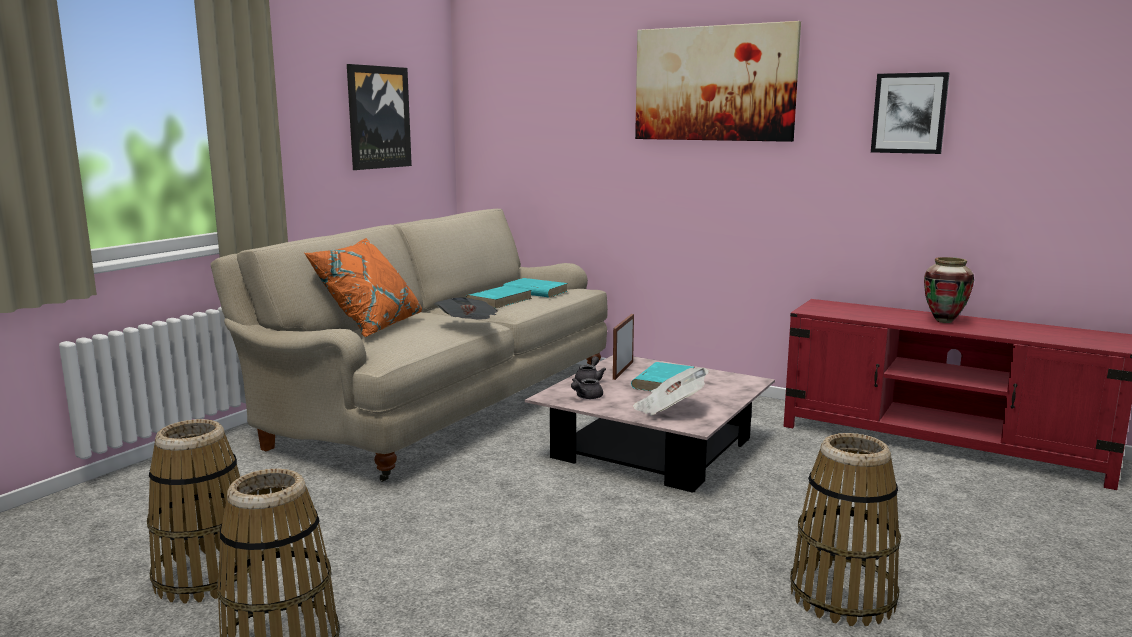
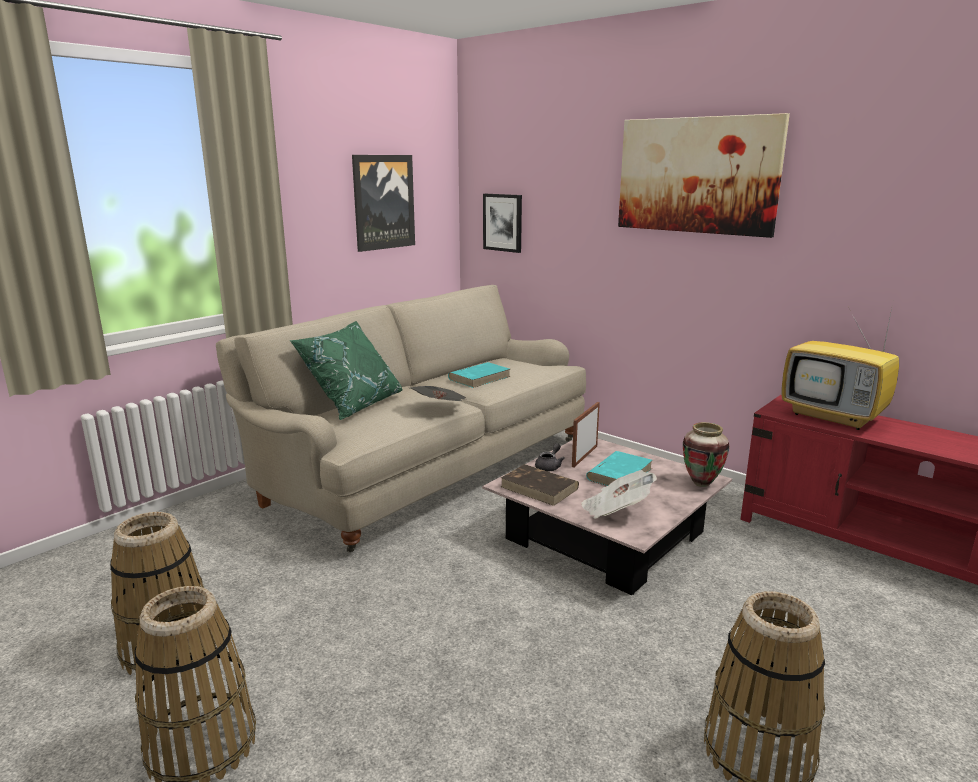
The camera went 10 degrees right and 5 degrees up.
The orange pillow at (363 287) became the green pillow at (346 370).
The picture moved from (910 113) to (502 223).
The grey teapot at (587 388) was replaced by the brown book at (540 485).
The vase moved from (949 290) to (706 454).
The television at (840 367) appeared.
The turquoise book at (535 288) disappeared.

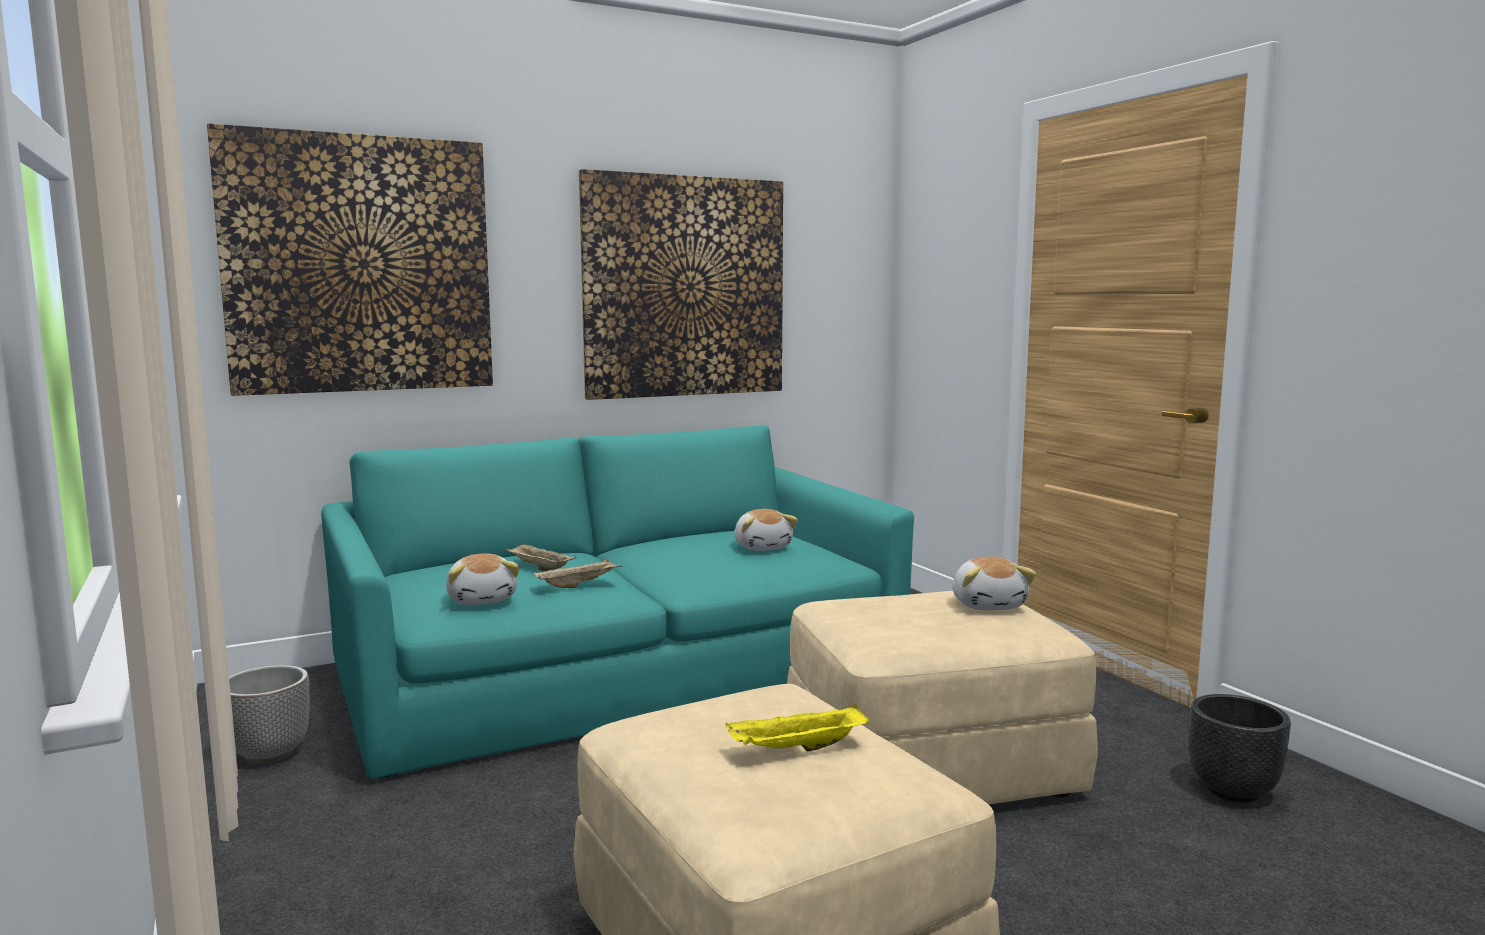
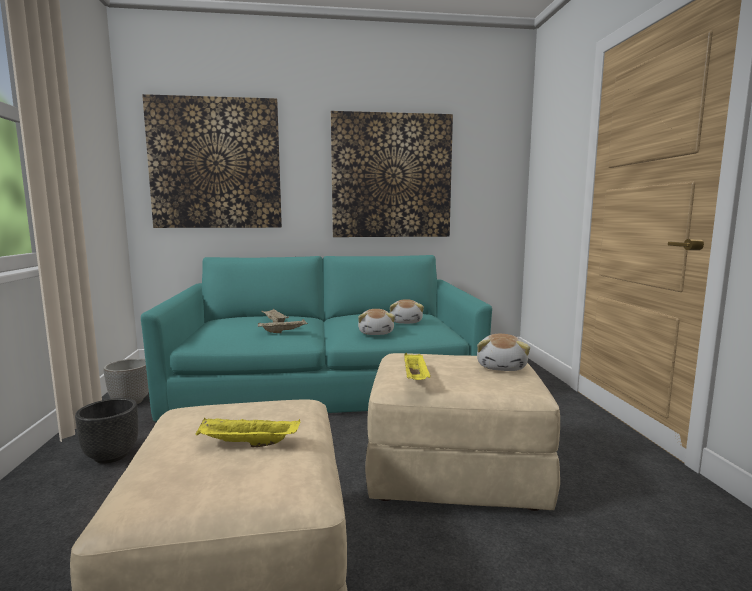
The camera went 20 degrees right and 0 degrees up.
The black planter moved from (1240 748) to (106 431).
The plush toy moved from (482 579) to (376 322).
The yellow tray at (417 366) appeared.

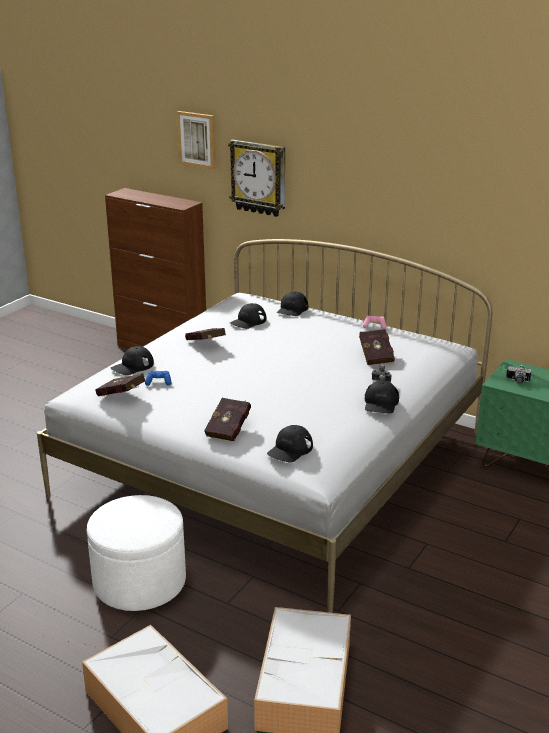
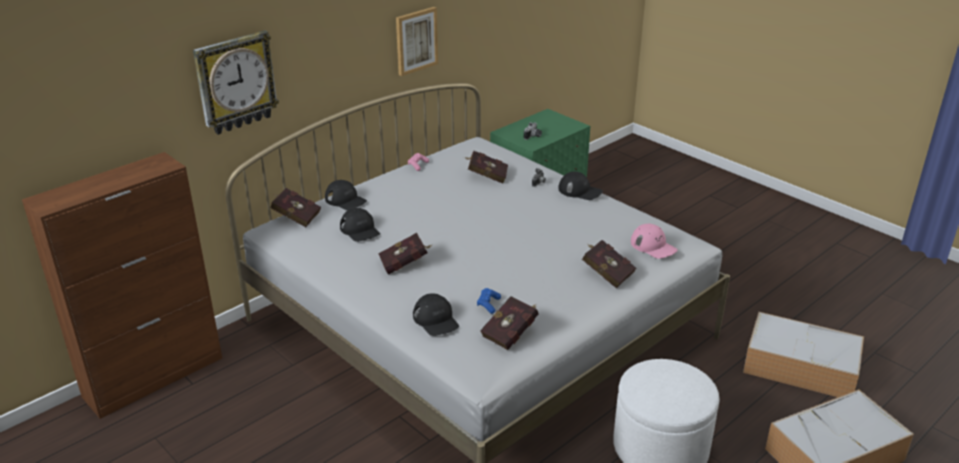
The camera went 75 degrees left and 5 degrees up.
The red book at (295 207) appeared.
The picture moved from (196 140) to (417 41).
The black cap at (290 444) became the pink cap at (654 241).

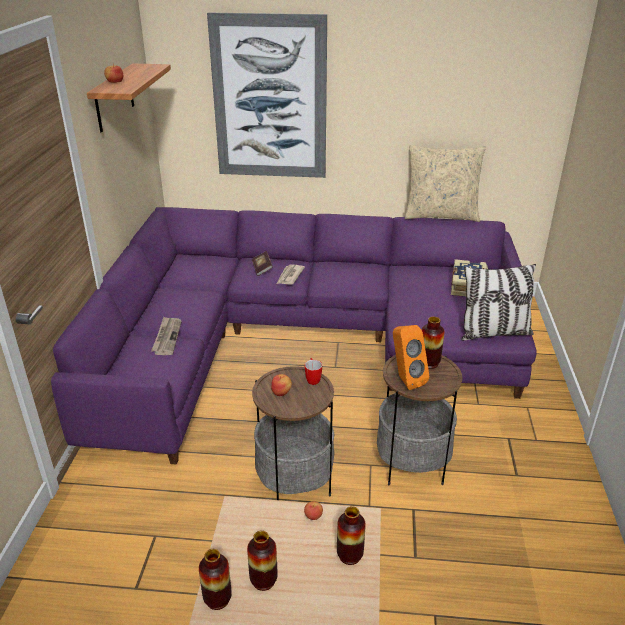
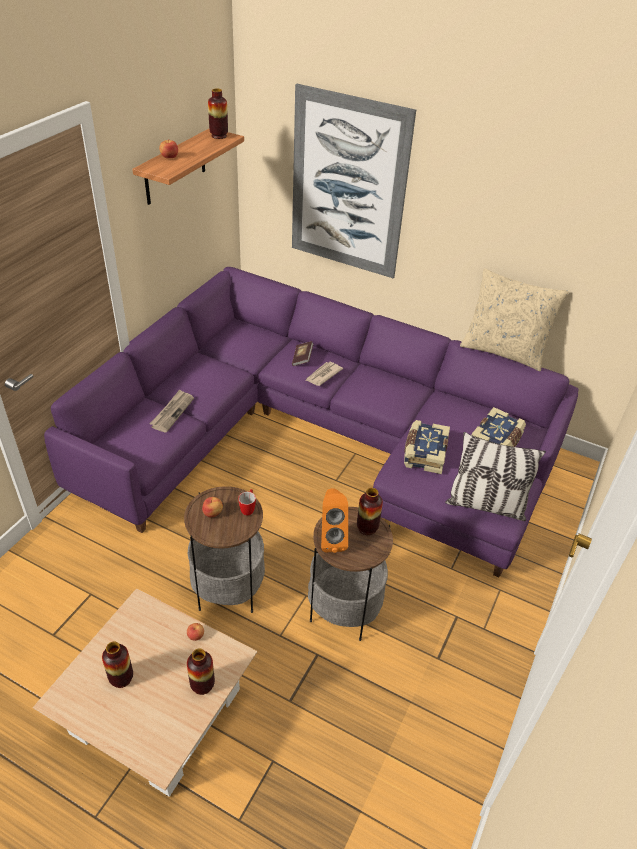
The camera went 20 degrees right and 10 degrees up.
The vase moved from (215 579) to (218 114).
The book at (427 447) appeared.

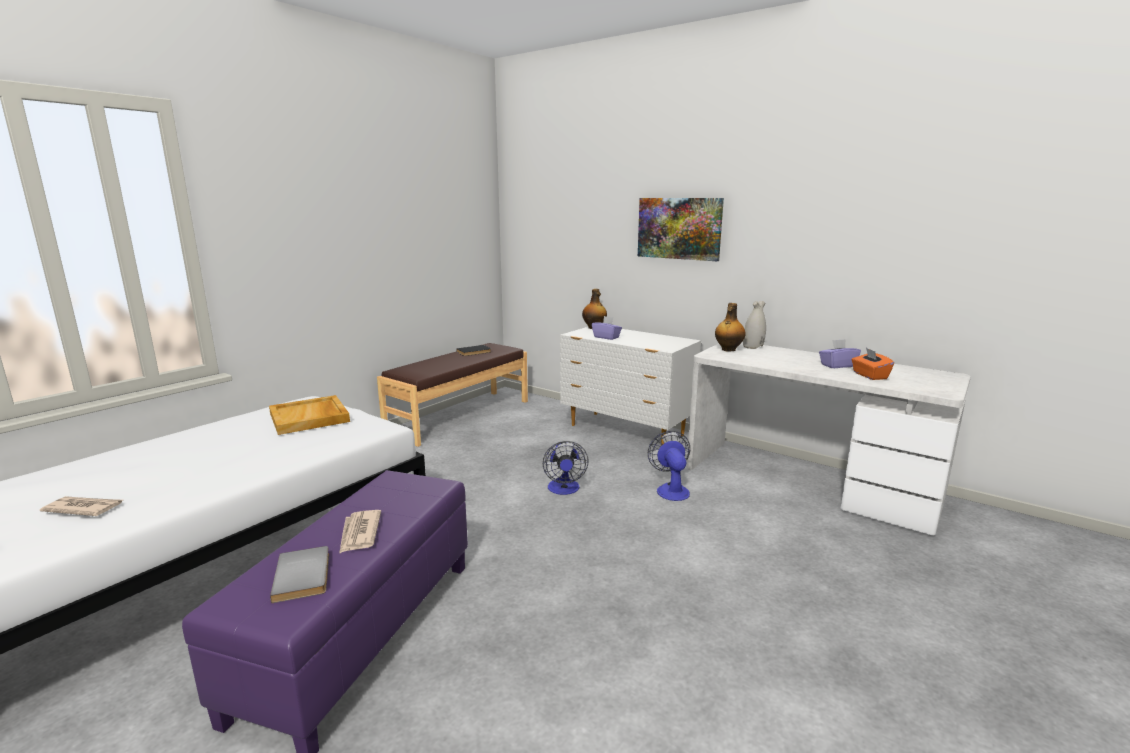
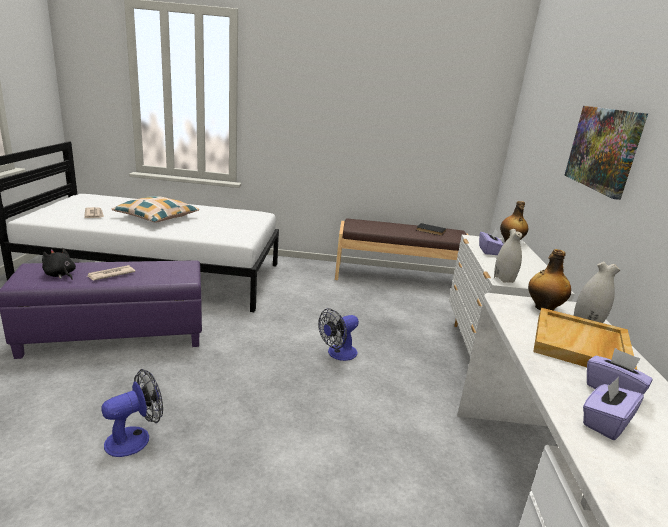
The camera went 55 degrees right and 5 degrees up.
The grey book at (299 574) was replaced by the black plush toy at (59 264).
The fan moved from (669 466) to (132 413).
The pillow at (155 209) appeared.
The white vase at (508 256) appeared.
The beige tray moved from (309 415) to (585 339).
The orange tissue box at (872 364) became the purple tissue box at (613 408).

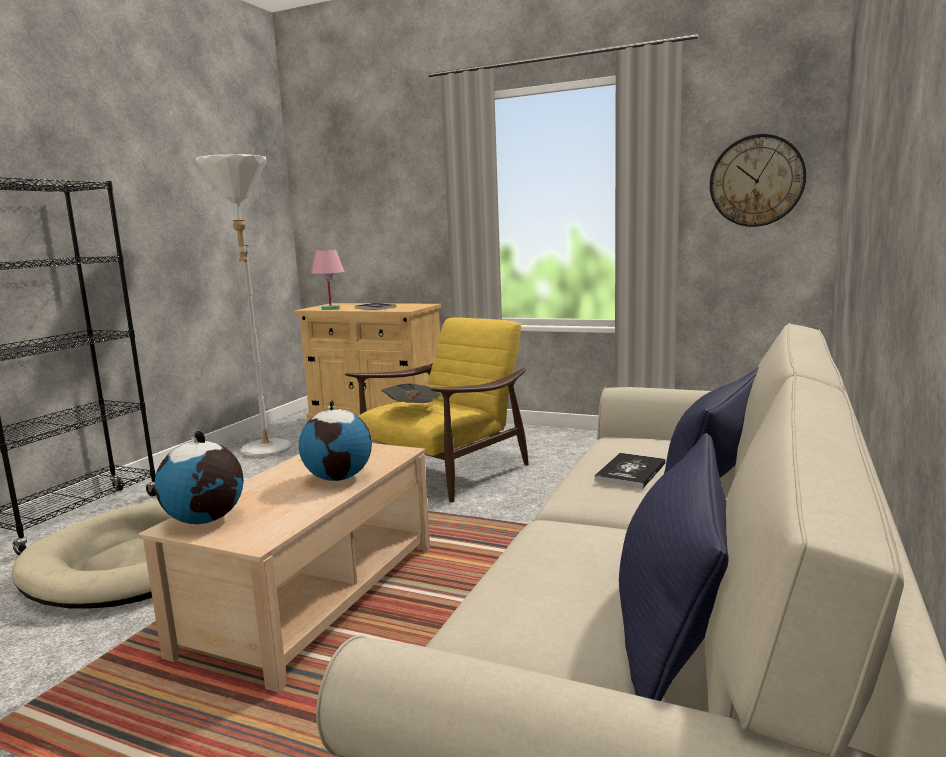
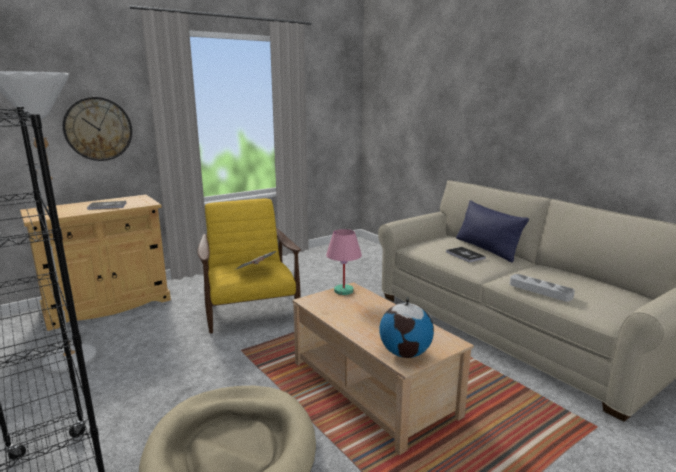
The camera went 60 degrees left and 5 degrees up.
The wall clock moved from (758 180) to (97 129).
The pink table lamp moved from (328 280) to (344 262).
The grey tray at (542 288) appeared.
The globe at (335 440) disappeared.
The blue pillow at (674 567) disappeared.

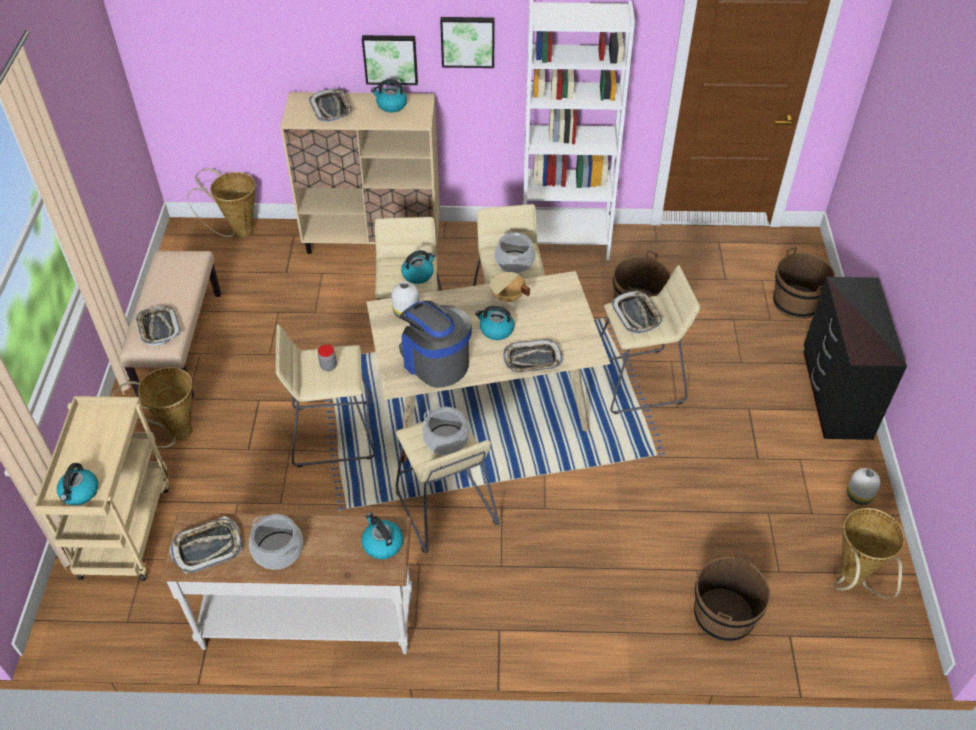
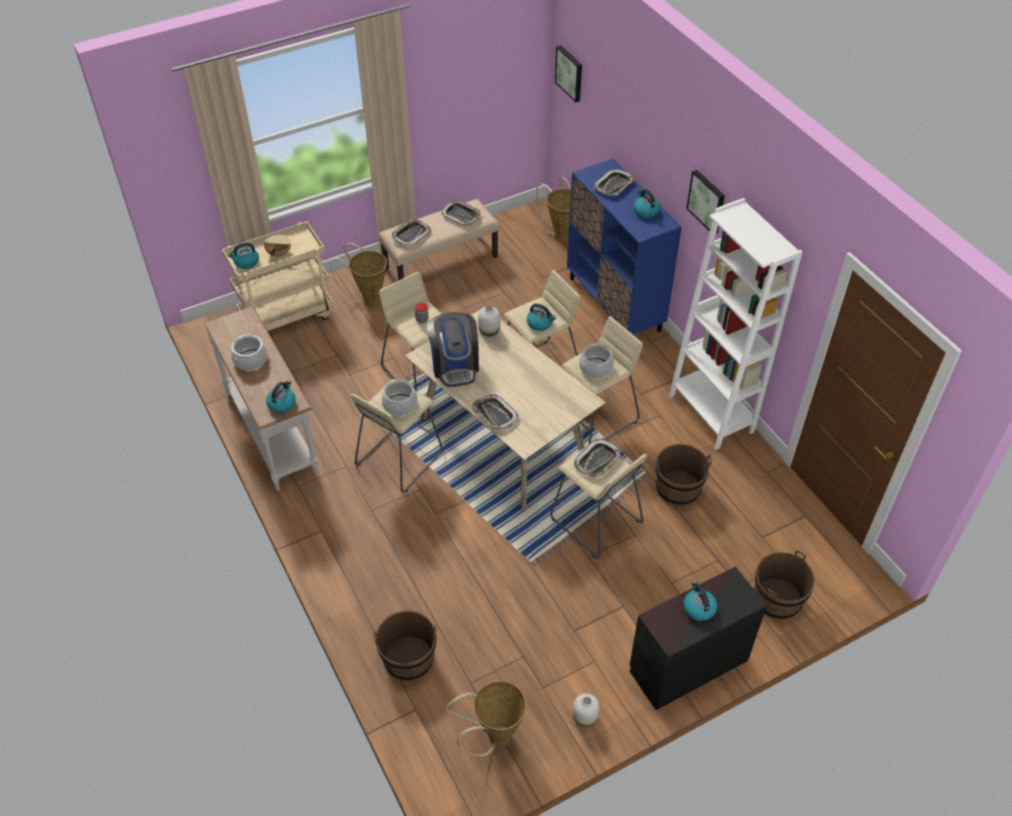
The camera went 60 degrees right and 0 degrees up.
The beige cooking pot moved from (510 287) to (277 245).
The coffee machine at (435 344) turned 150 degrees clockwise.
The tray moved from (205 545) to (461 213).
The picture moved from (390 60) to (568 74).
The beige cabinet at (360 173) became the blue cabinet at (624 247).
The kettle moved from (494 323) to (700 601).

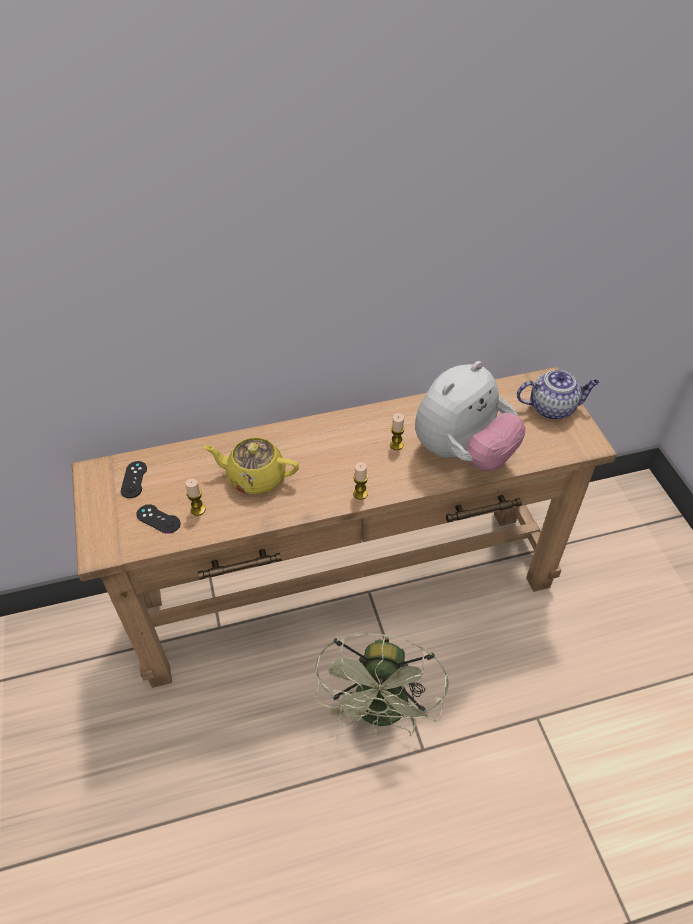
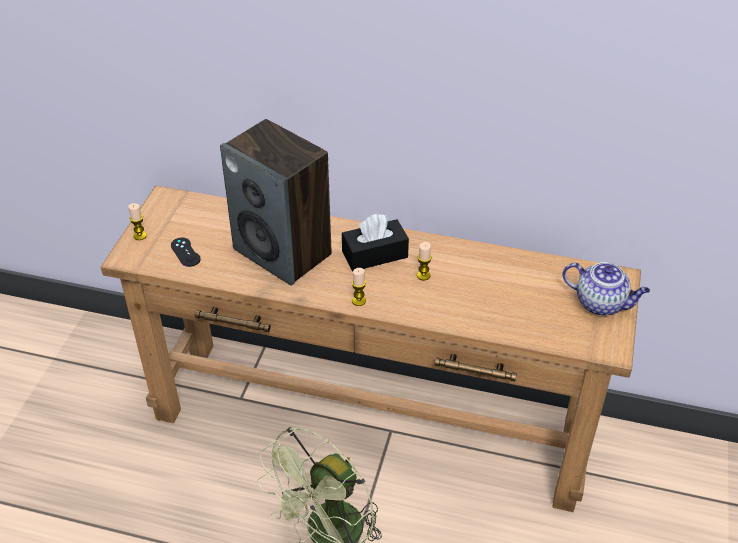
The camera went 30 degrees right and 5 degrees down.
The candle moved from (195 497) to (137 221).
The yellow teapot at (251 466) was replaced by the speaker at (275 202).
The black tissue box at (375 242) appeared.
The black game controller at (134 479) disappeared.
The plush toy at (470 416) disappeared.

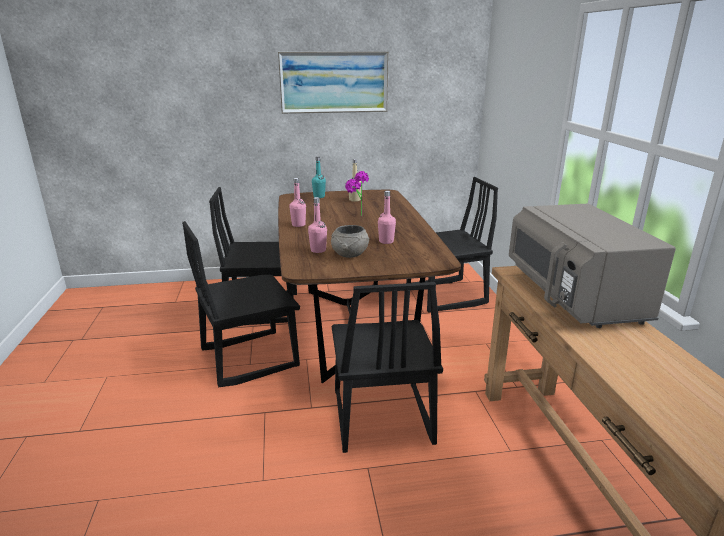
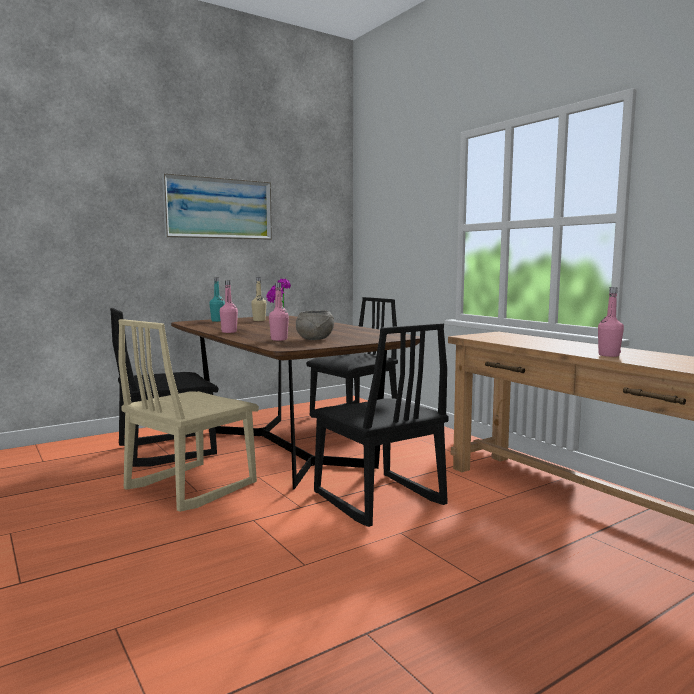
The camera went 25 degrees left and 15 degrees down.
The black chair at (241 304) became the beige chair at (188 415).
The pink bottle moved from (387 217) to (611 322).
The grey microwave at (592 266) disappeared.

